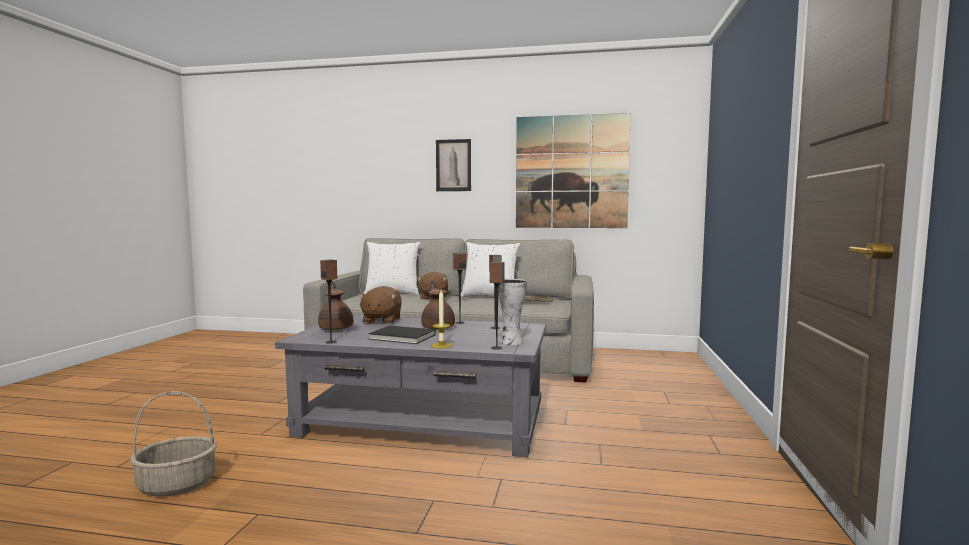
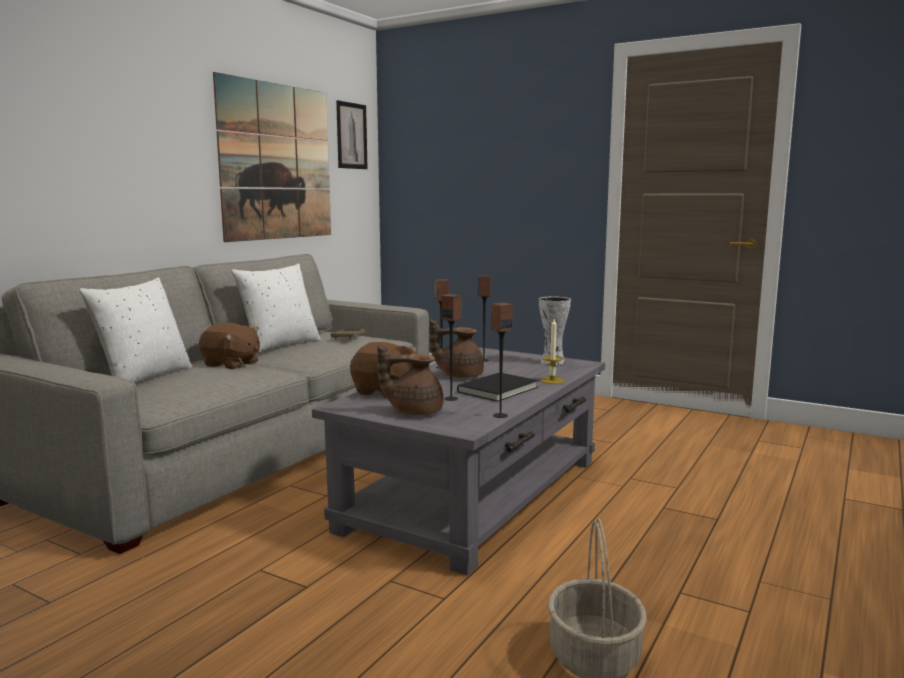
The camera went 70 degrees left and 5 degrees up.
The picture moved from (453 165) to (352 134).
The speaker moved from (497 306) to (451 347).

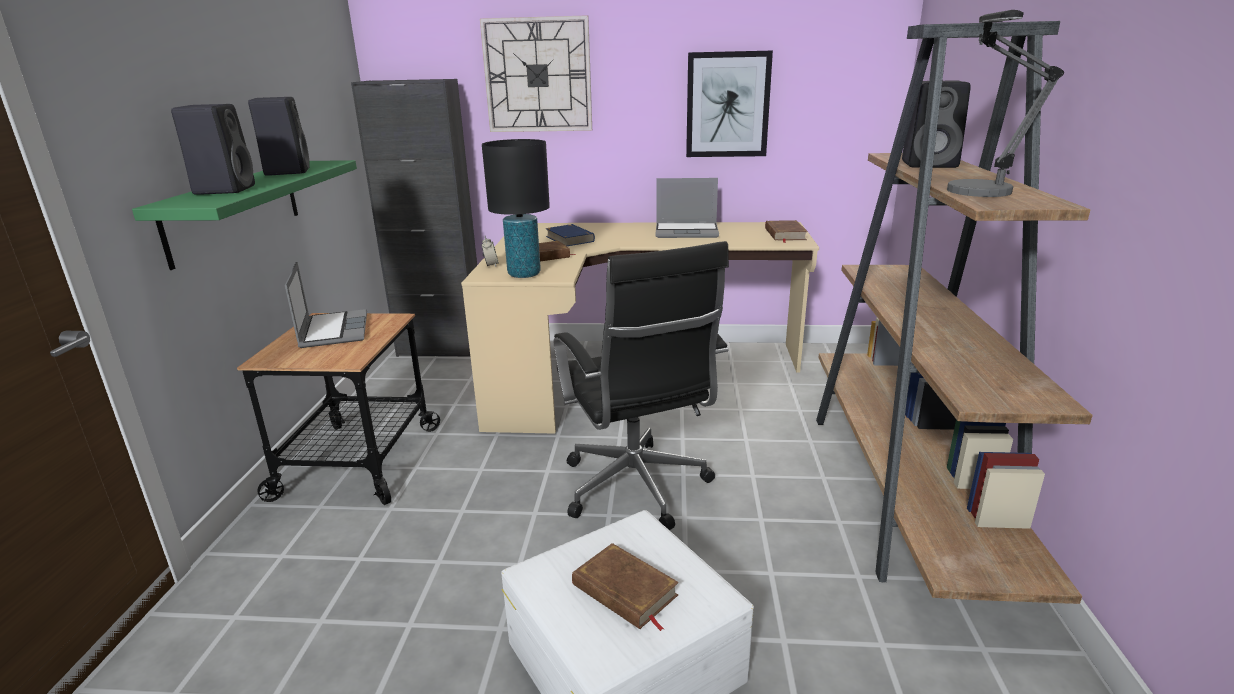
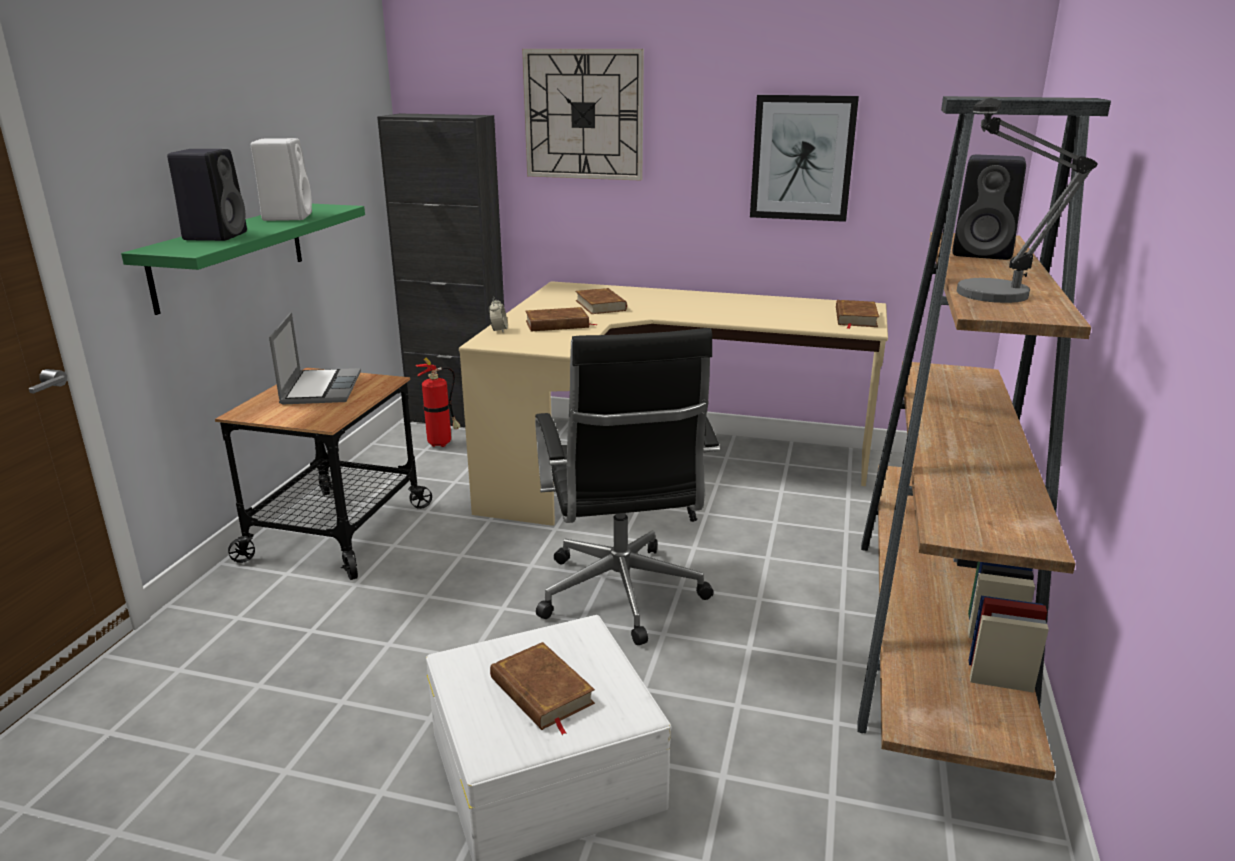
The camera went 10 degrees right and 0 degrees up.
The black speaker at (279 136) became the white speaker at (281 179).
The fire extinguisher at (438 402) appeared.
The blue book at (570 235) became the brown book at (601 301).
The black table lamp at (516 208) disappeared.
The laptop at (687 208) disappeared.

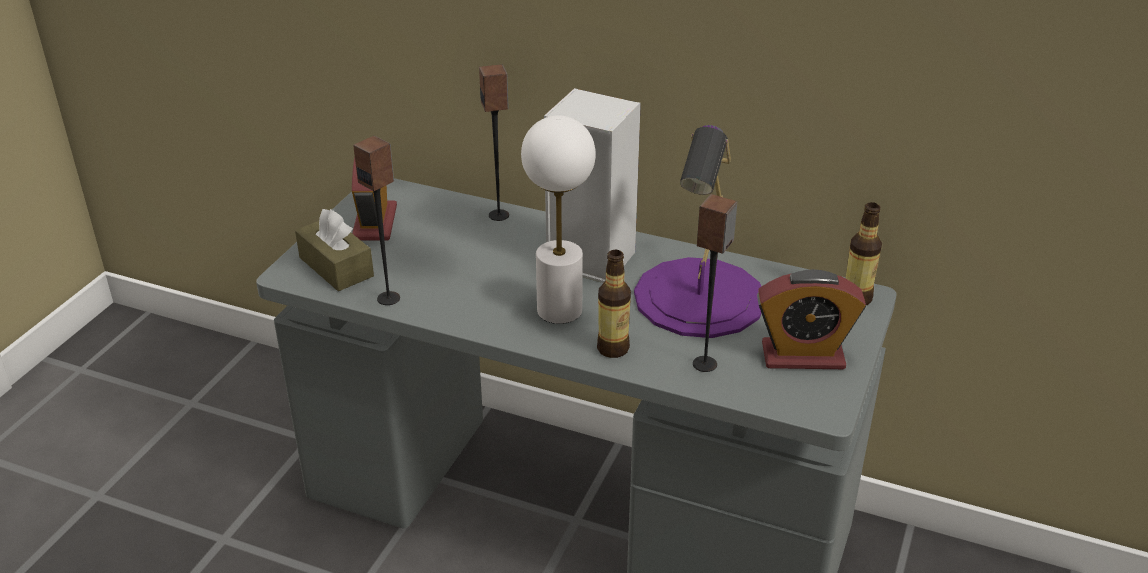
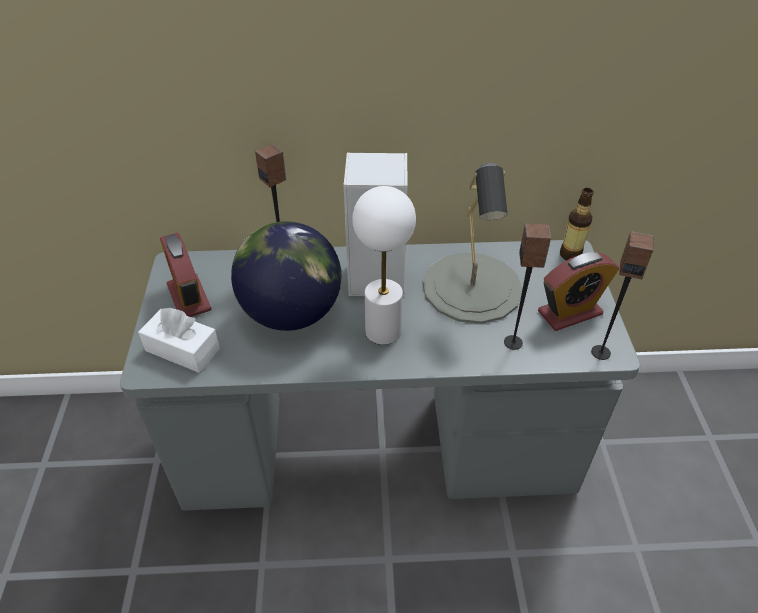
The camera went 25 degrees left and 10 degrees up.
The brown tissue box at (334 250) became the white tissue box at (179 340).
The globe at (286 276) appeared.
The purple table lamp at (698 231) became the grey table lamp at (472 243).
The speaker moved from (376 220) to (622 295).
The bottle at (614 304) disappeared.

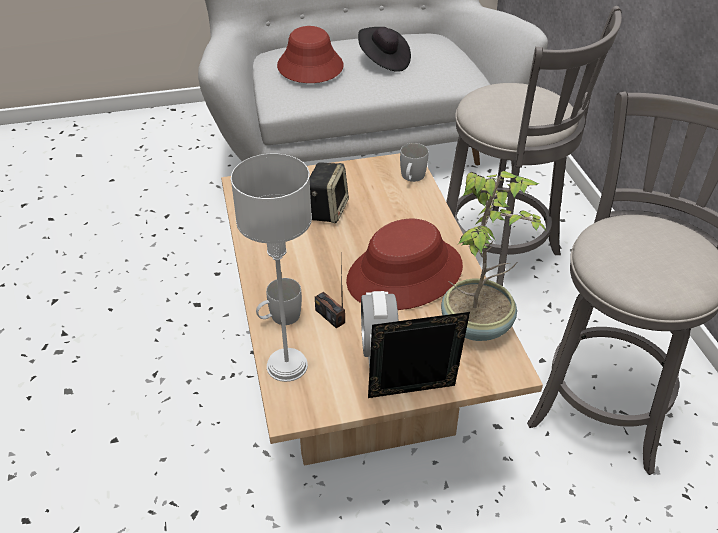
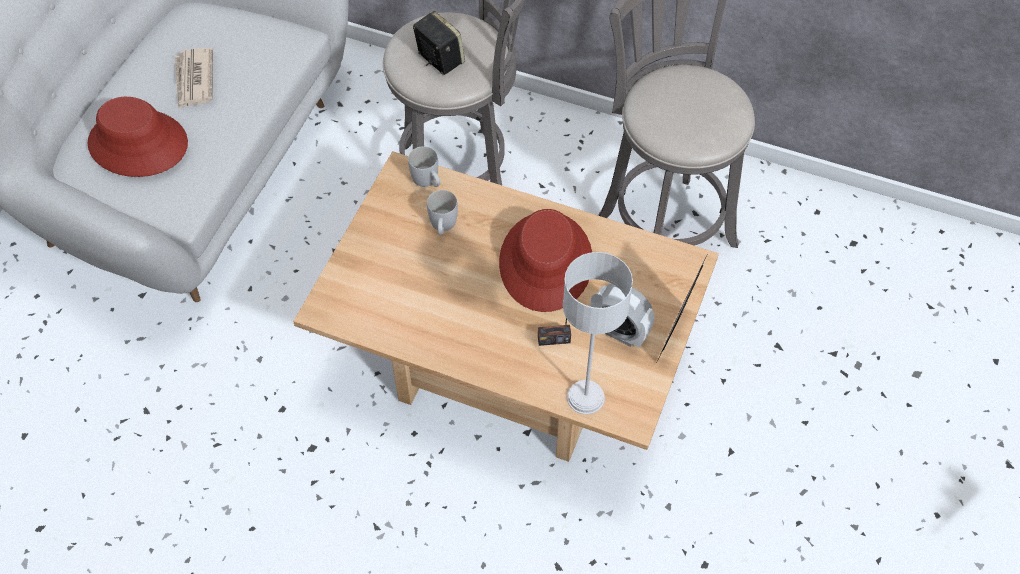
The camera went 55 degrees left and 15 degrees up.
The black hat at (384 49) was replaced by the newspaper at (194 78).
The speaker moved from (329 192) to (439 42).
The white mug moved from (279 301) to (442 212).
The potted plant at (494 256) disappeared.

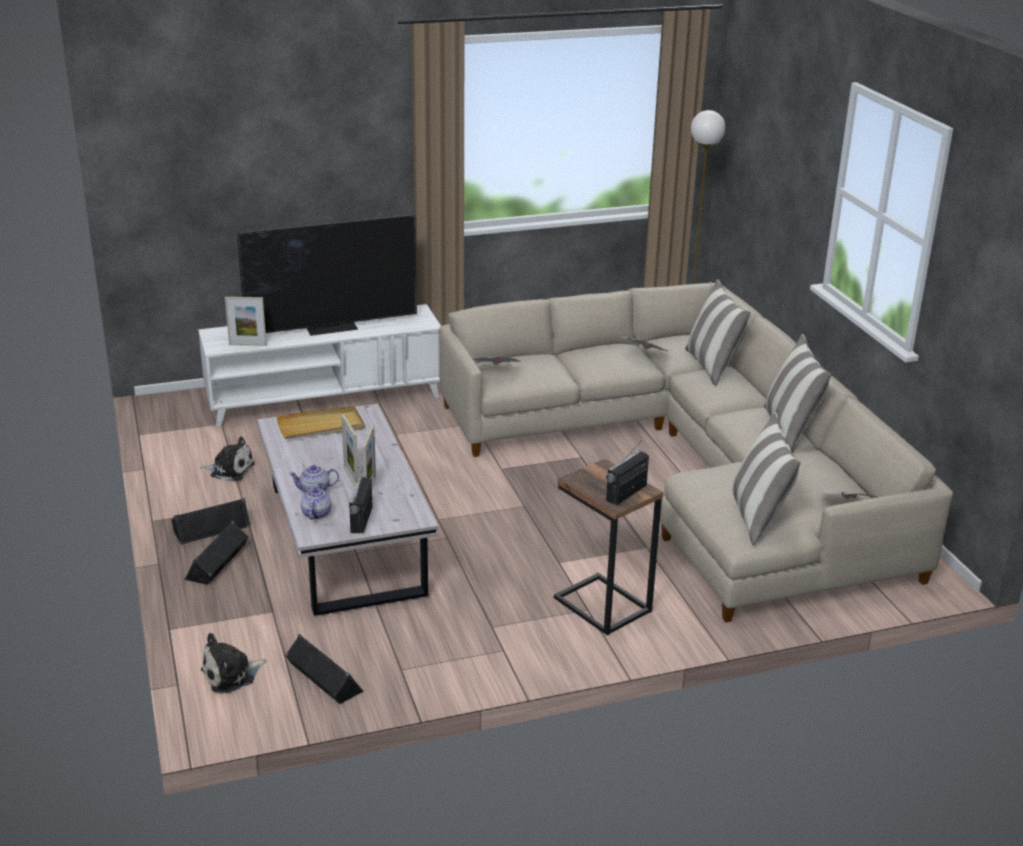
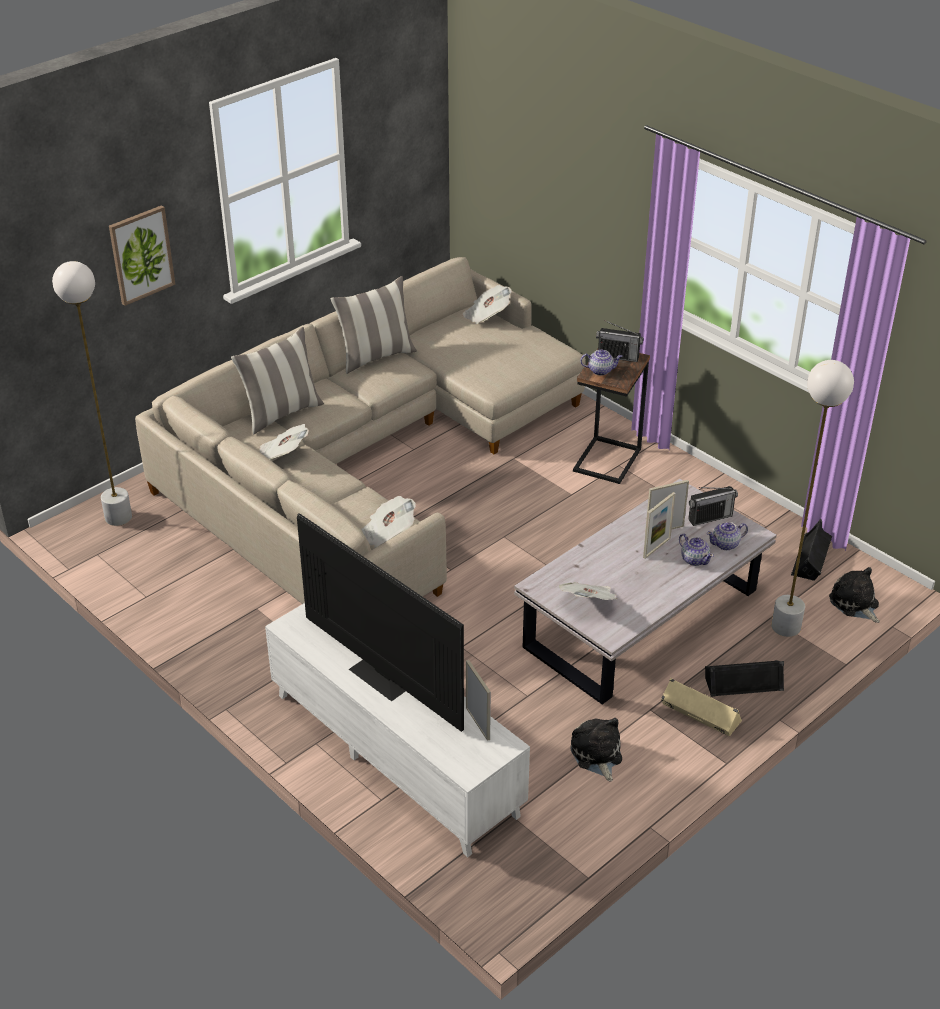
The camera went 115 degrees left and 10 degrees up.
The picture at (142 255) appeared.
The beige tray at (320 422) was replaced by the newspaper at (588 591).
The teapot at (601 362) appeared.
The black speaker at (211 521) became the beige speaker at (701 707).
The white floor lamp at (812 498) appeared.
The plush toy at (233 663) turned 150 degrees counterclockwise.
The pillow at (766 479) disappeared.

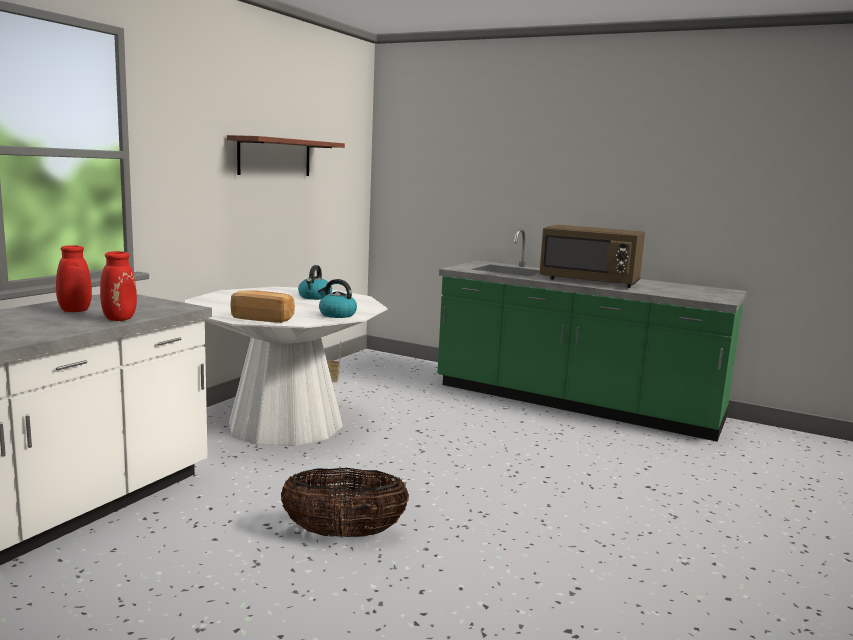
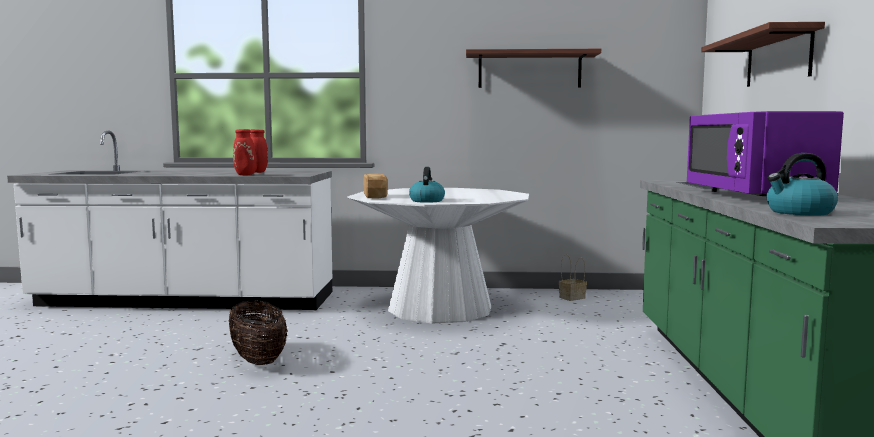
The camera went 65 degrees right and 5 degrees down.
The brown microwave at (592 256) became the purple microwave at (765 153).
The shelf at (763 54) appeared.
The kettle moved from (315 282) to (802 184).

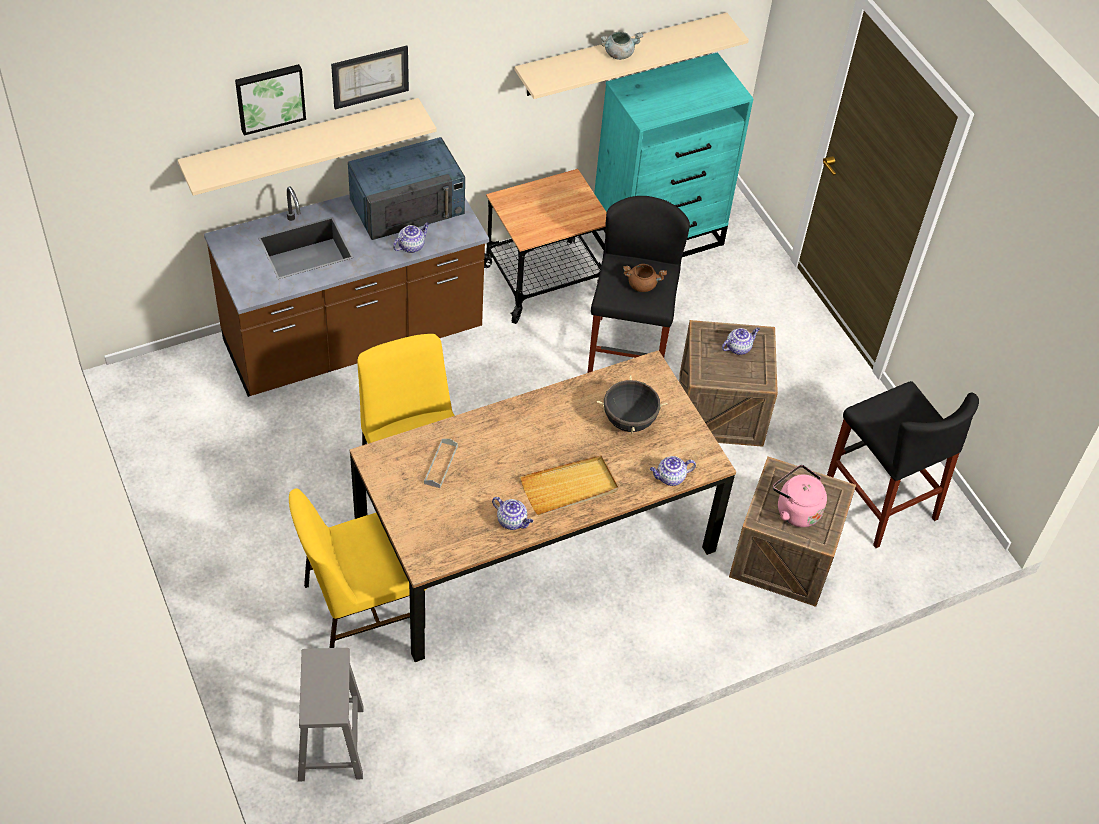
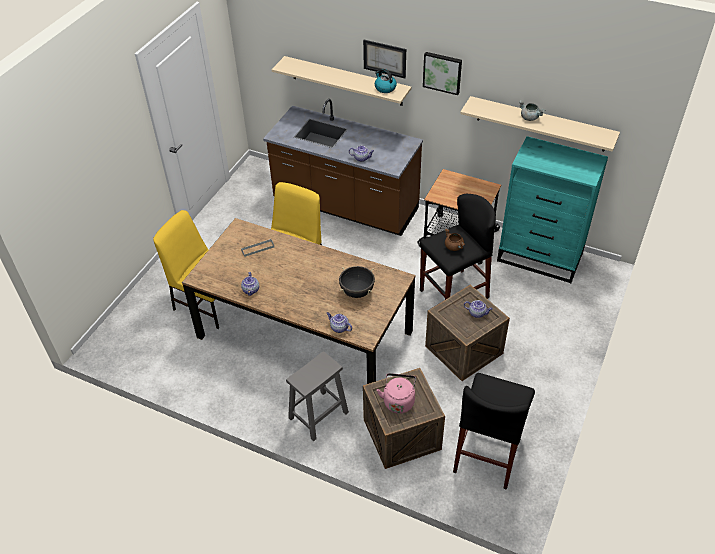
The camera went 55 degrees right and 5 degrees down.
The grey stool moved from (331 715) to (317 396).
The kettle at (386 81) appeared.
The picture moved from (270 100) to (442 73).
The blue microwave at (406 188) disappeared.
The beige tray at (569 485) disappeared.

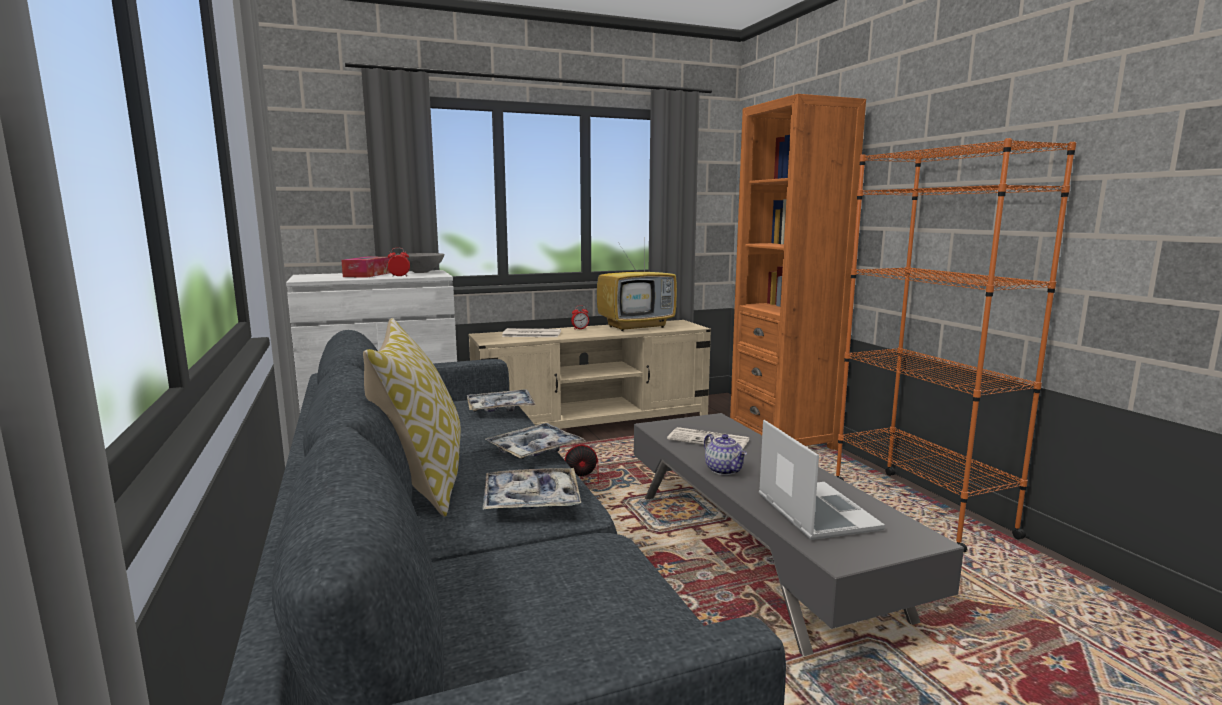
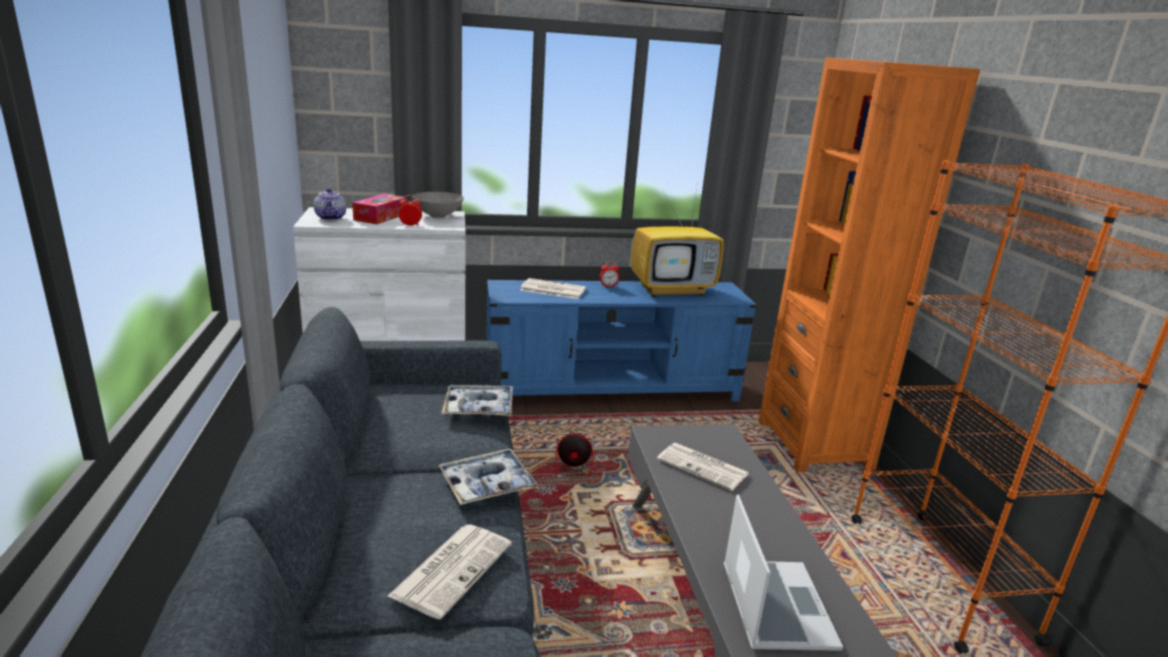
The camera went 10 degrees right and 10 degrees up.
The teapot moved from (725 454) to (330 204).
The tray at (531 489) was replaced by the newspaper at (450 572).
The beige tv stand at (590 374) became the blue tv stand at (621 341).
The pillow at (412 417) disappeared.

